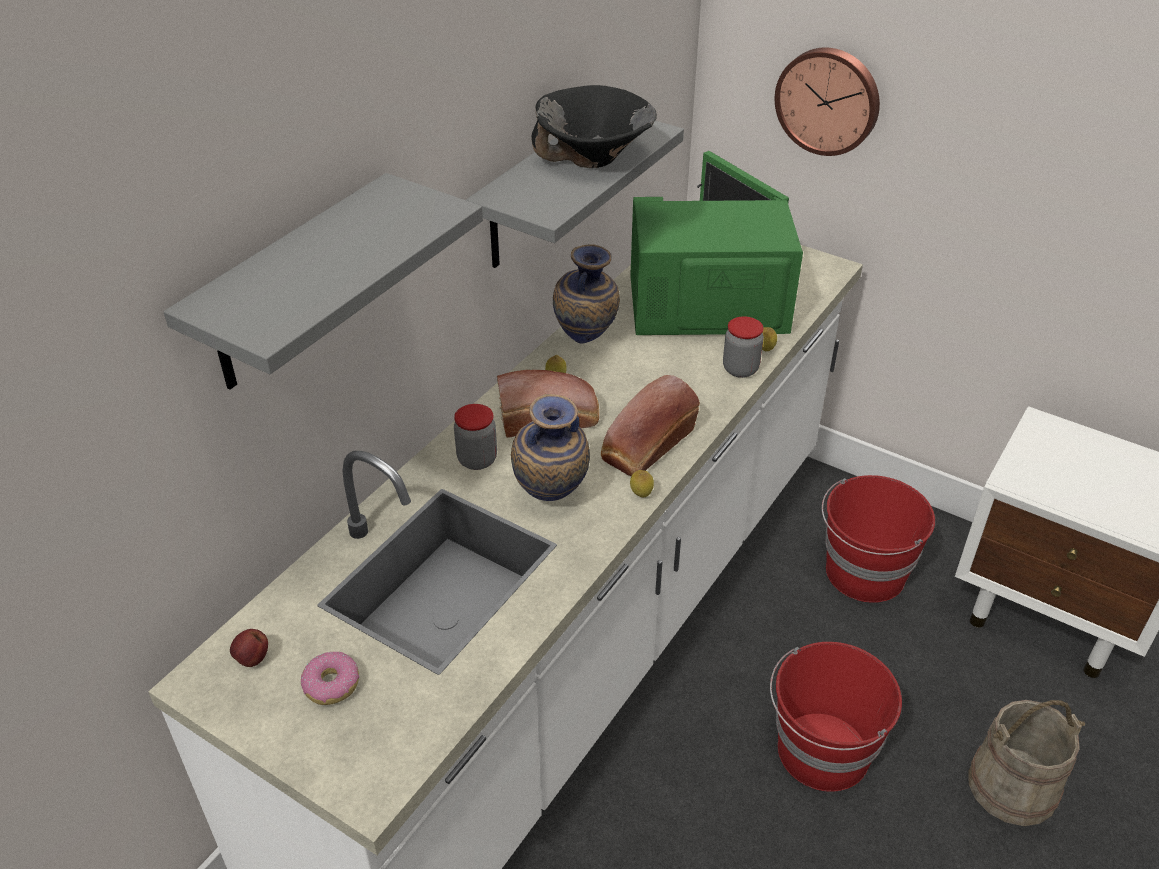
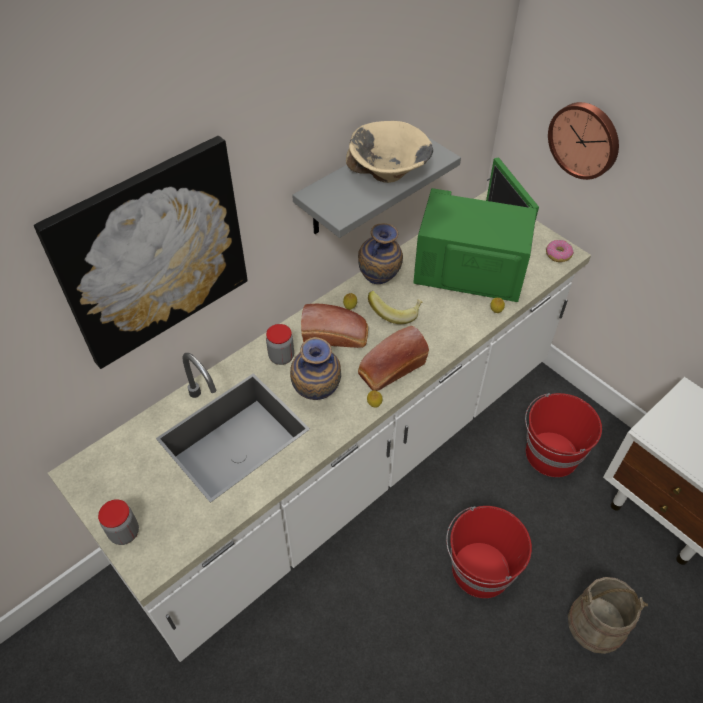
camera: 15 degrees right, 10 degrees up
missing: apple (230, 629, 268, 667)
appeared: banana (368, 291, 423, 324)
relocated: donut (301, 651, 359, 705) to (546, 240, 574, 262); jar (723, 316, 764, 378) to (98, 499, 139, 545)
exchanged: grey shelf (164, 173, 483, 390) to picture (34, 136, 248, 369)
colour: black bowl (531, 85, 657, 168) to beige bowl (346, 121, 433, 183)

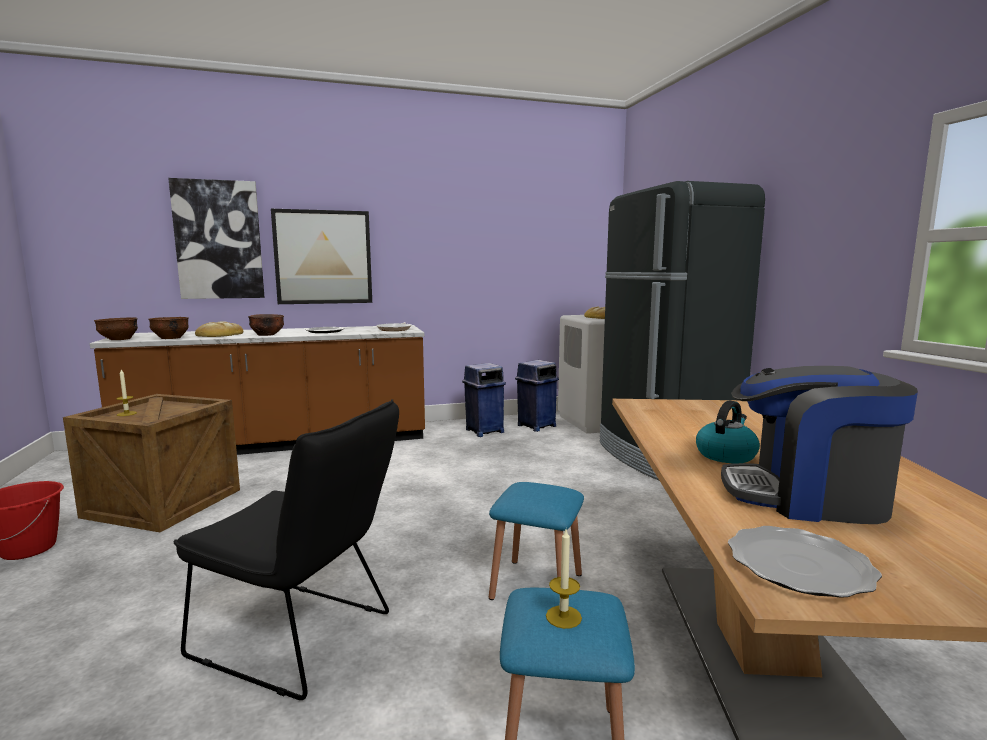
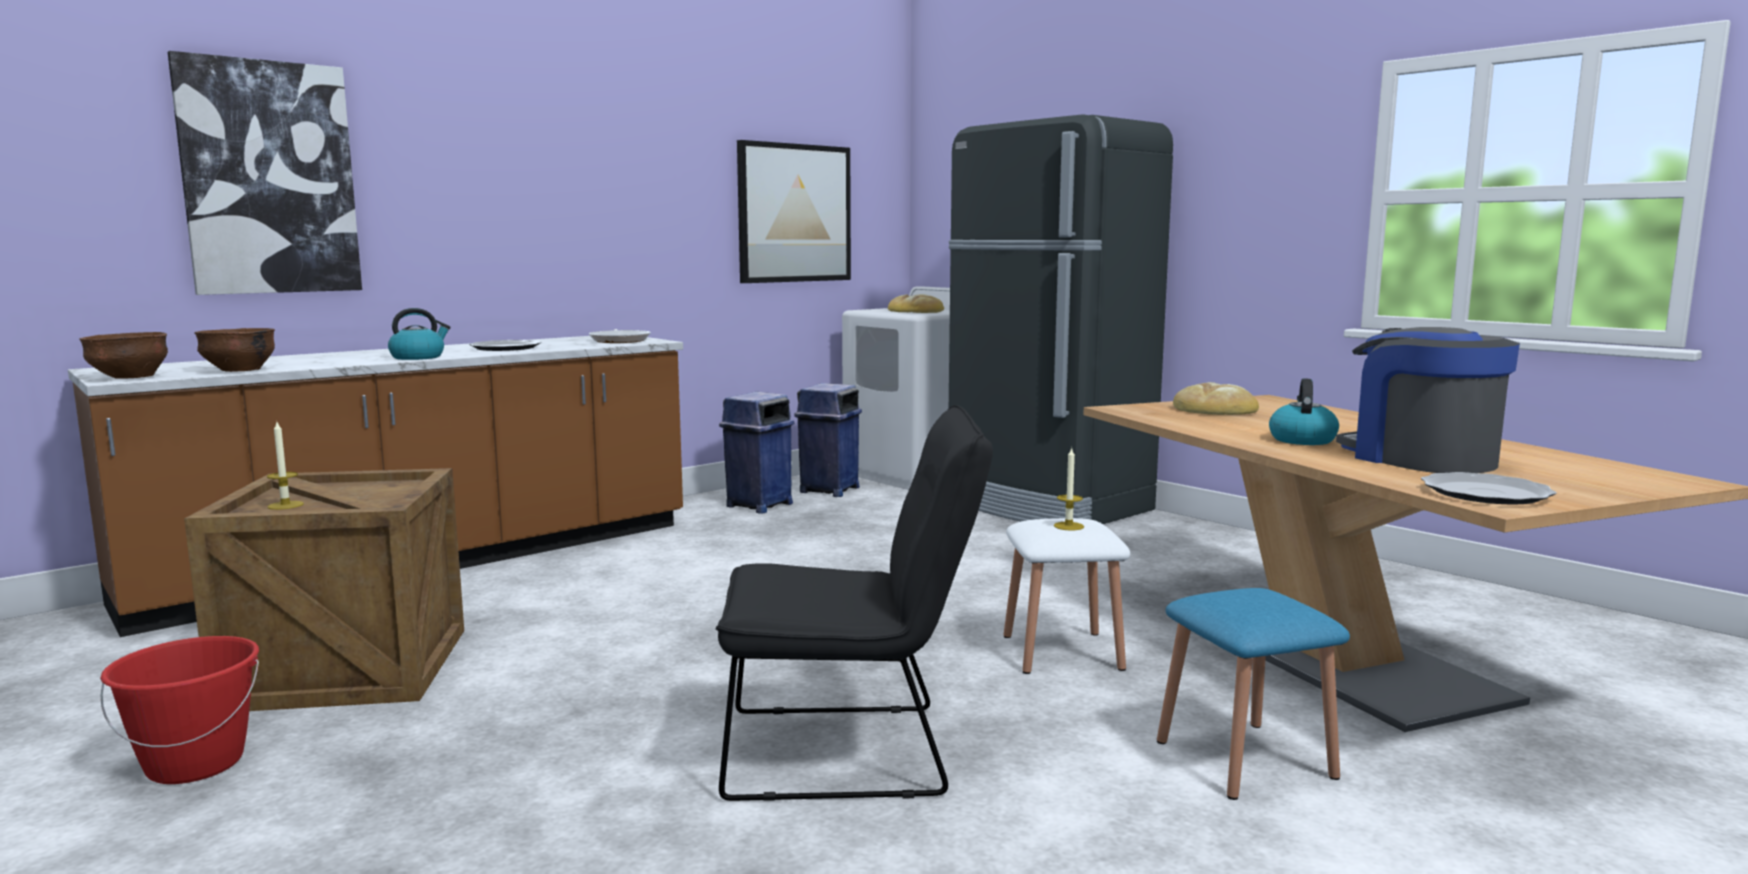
camera: 25 degrees left, 0 degrees up
relocated: bread (195, 321, 243, 337) to (1173, 382, 1259, 415); picture (271, 209, 372, 304) to (737, 140, 851, 283); candle (546, 529, 582, 629) to (1054, 447, 1084, 530)
exchanged: brown bowl (248, 314, 284, 336) to kettle (388, 308, 451, 360)
colour: blue stool (489, 482, 584, 600) to white stool (1003, 518, 1130, 674)
spun: coffee machine (721, 366, 918, 524) = (1336, 327, 1520, 473) 75 degrees clockwise

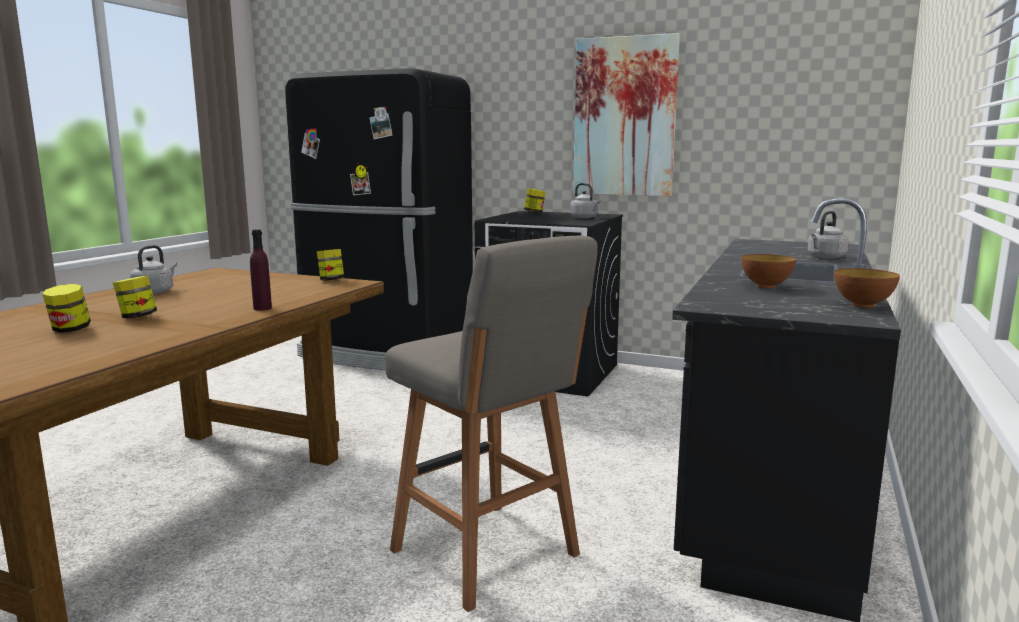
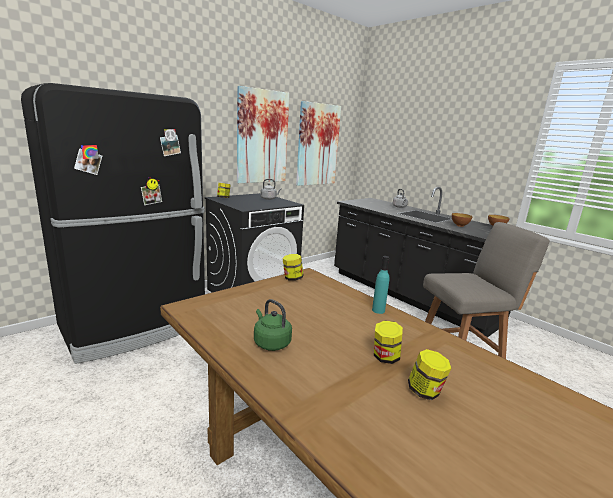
camera: 65 degrees left, 5 degrees up
appeared: picture (296, 101, 341, 186)
colour: grey kettle (130, 245, 177, 294) to green kettle (254, 299, 292, 351); purple bottle (250, 229, 272, 311) to turquoise bottle (372, 256, 389, 314)

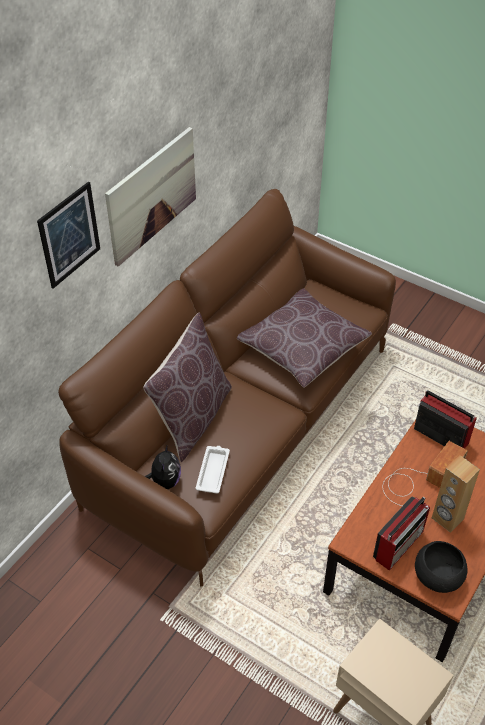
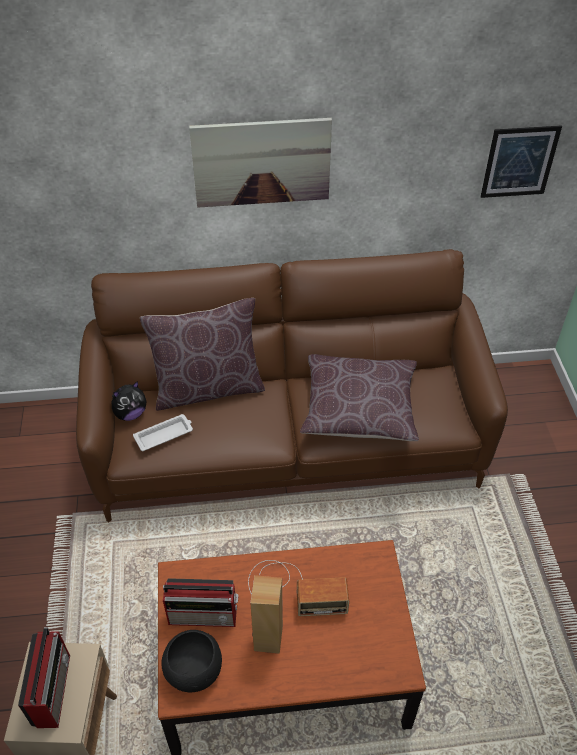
camera: 50 degrees right, 0 degrees up
relocated: picture (37, 182, 100, 289) to (480, 126, 562, 198); radio (414, 390, 477, 449) to (18, 627, 70, 728)

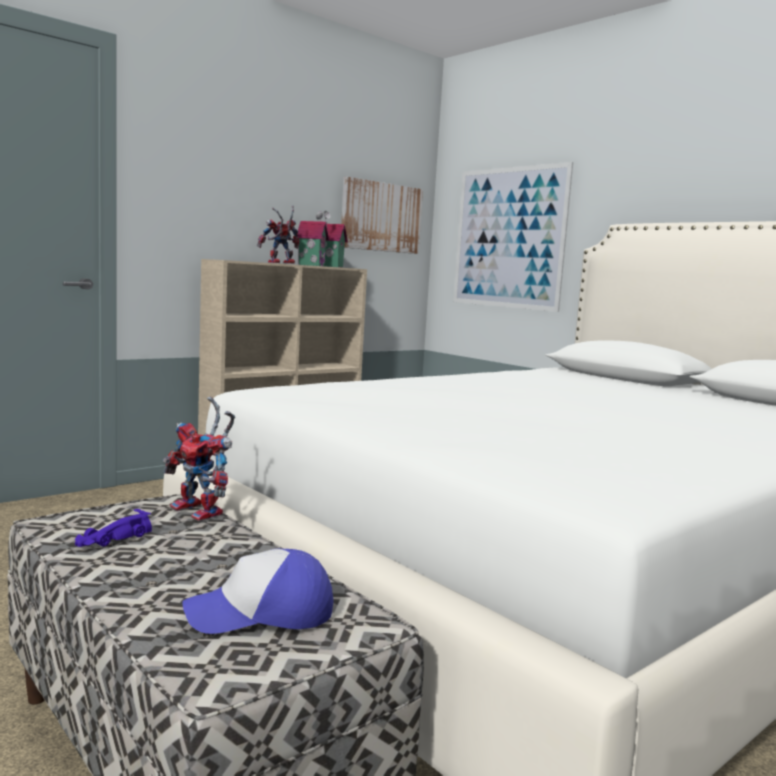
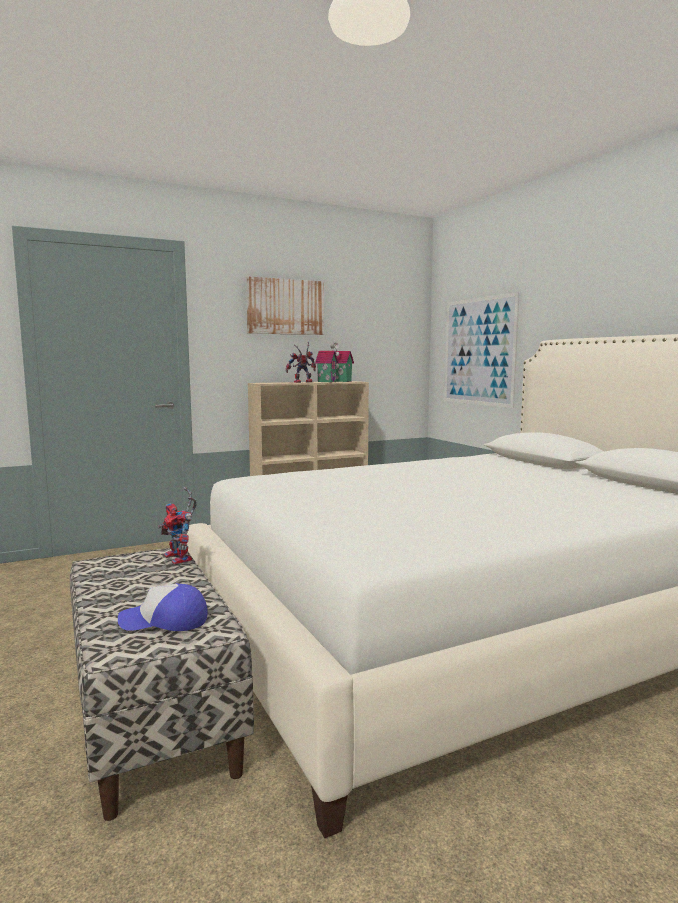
camera: 15 degrees right, 0 degrees up
missing: purple toy car (75, 509, 152, 547)
relocated: picture (341, 177, 423, 254) to (246, 276, 324, 335)

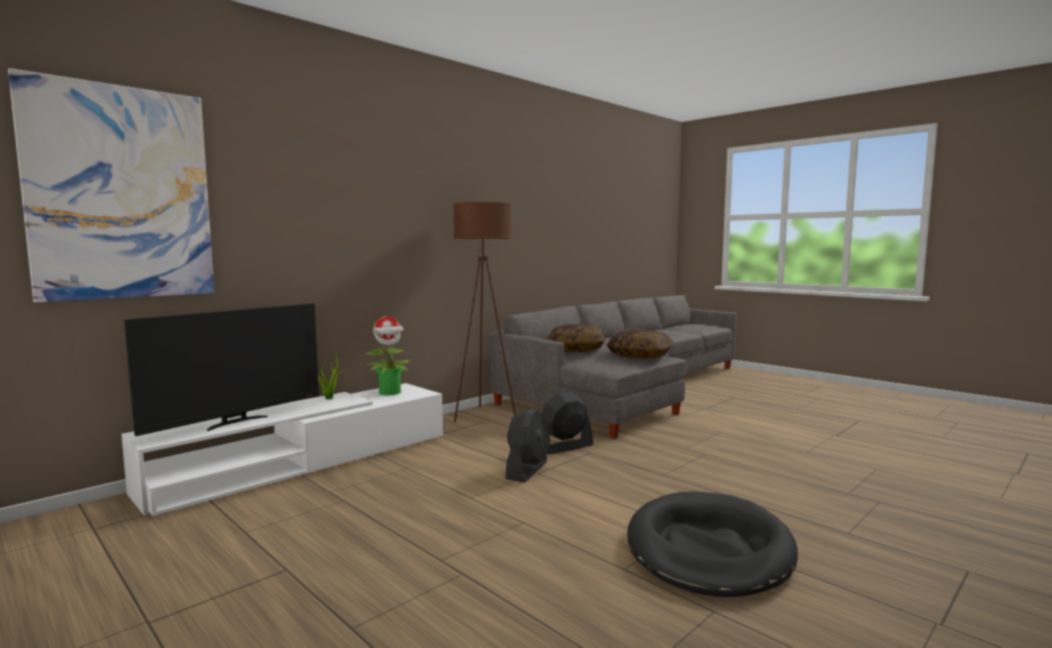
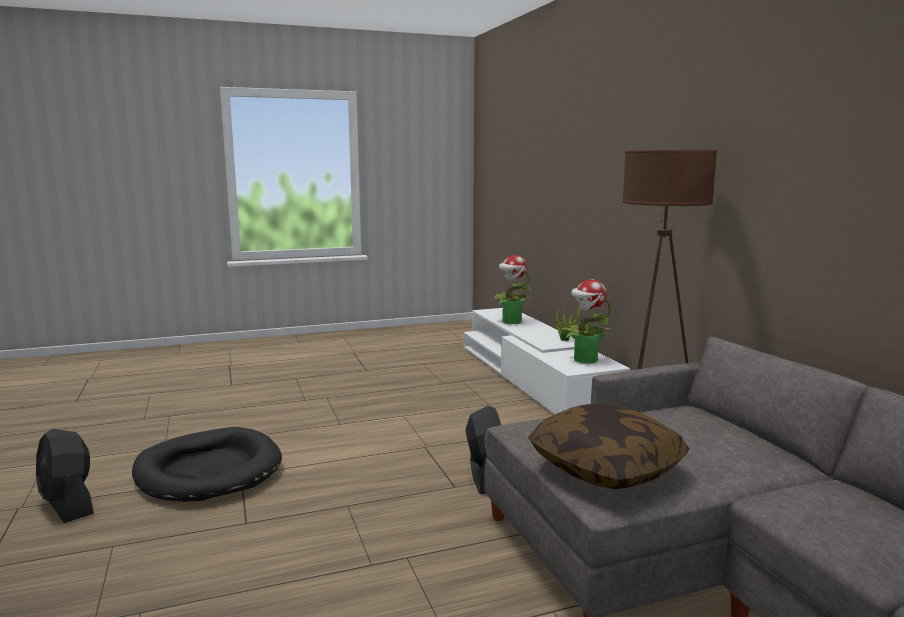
camera: 115 degrees right, 5 degrees up
missing: picture (8, 68, 214, 303); pillow (548, 324, 606, 352)
relocated: black fan (505, 408, 549, 482) to (36, 429, 94, 523)
exchanged: television (124, 303, 319, 436) to potted plant (491, 255, 533, 324)

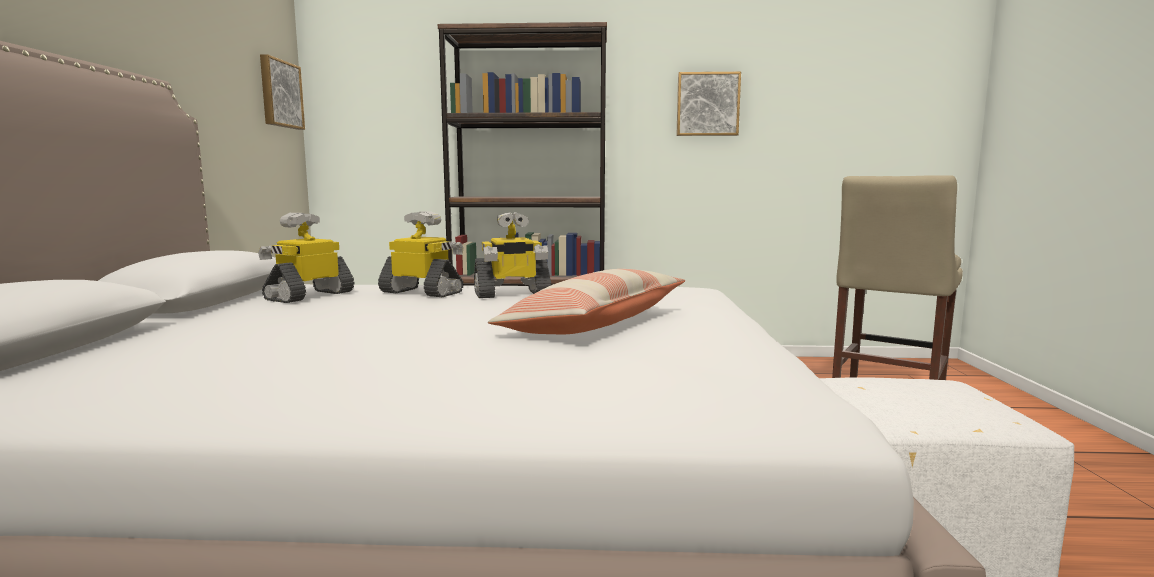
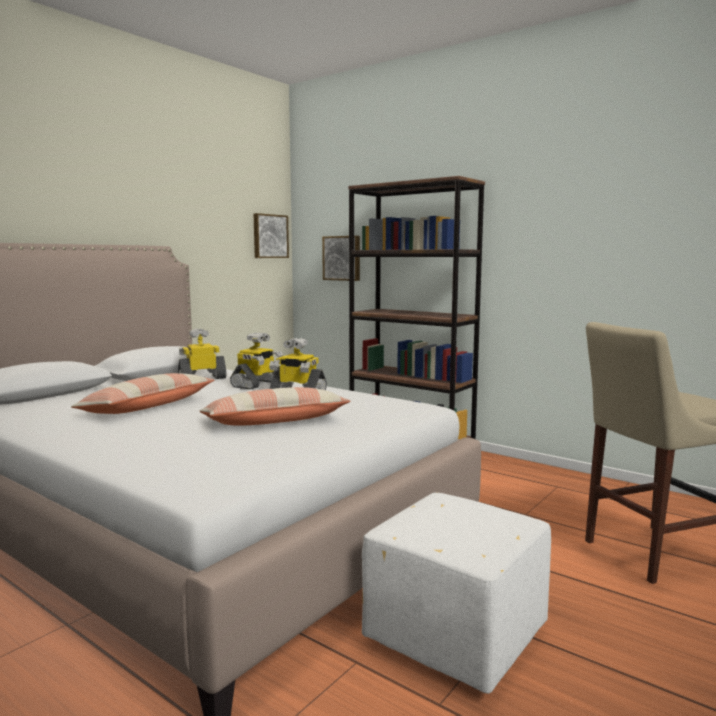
camera: 35 degrees right, 0 degrees up
appeared: pillow (71, 373, 214, 414)
relocated: picture (676, 72, 741, 136) to (322, 236, 360, 281)
spun: toy robot (378, 211, 464, 297) = (230, 333, 284, 390) 60 degrees clockwise

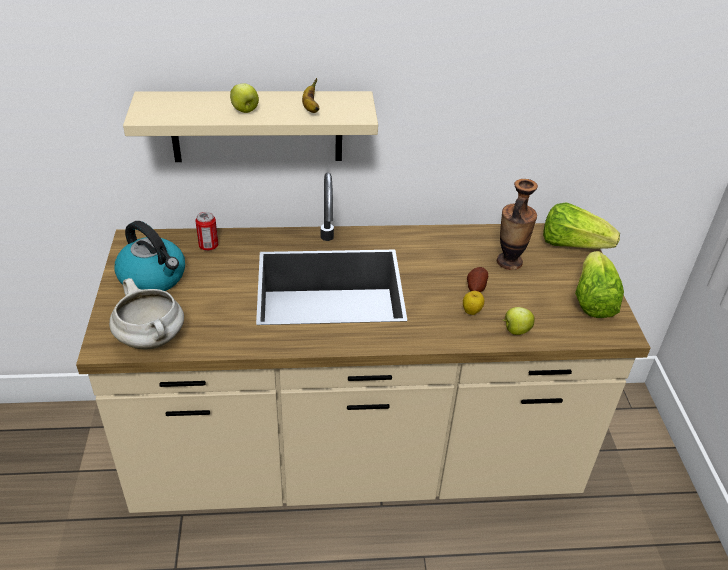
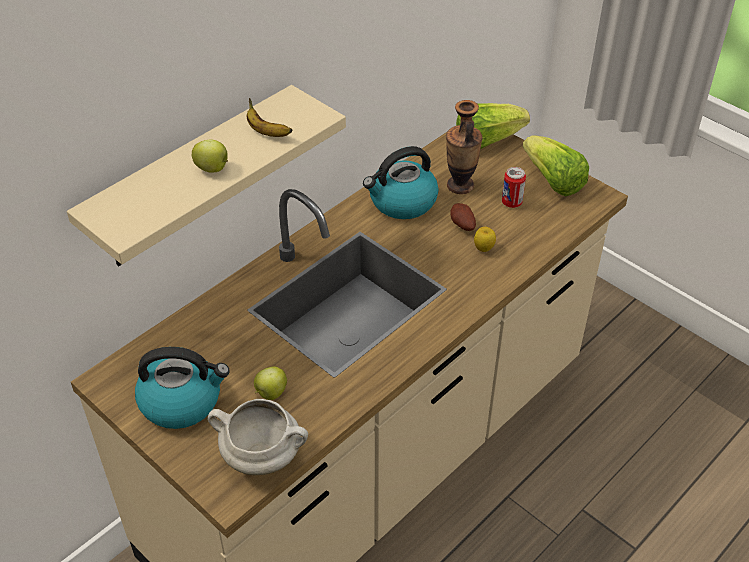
camera: 40 degrees left, 5 degrees up
appeared: kettle (363, 146, 439, 219)
relocated: can (195, 212, 218, 251) to (502, 167, 526, 208); apple (502, 307, 535, 335) to (254, 366, 287, 400)

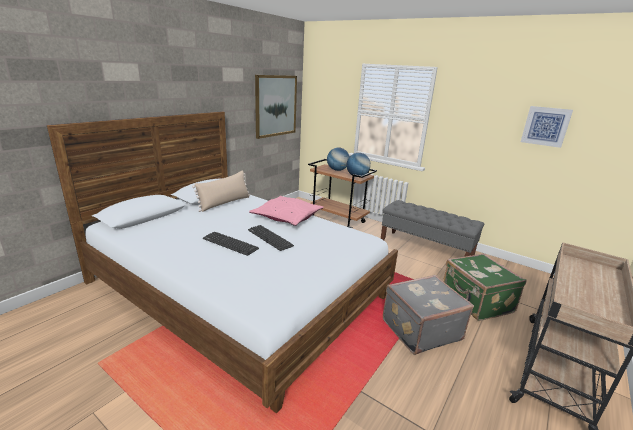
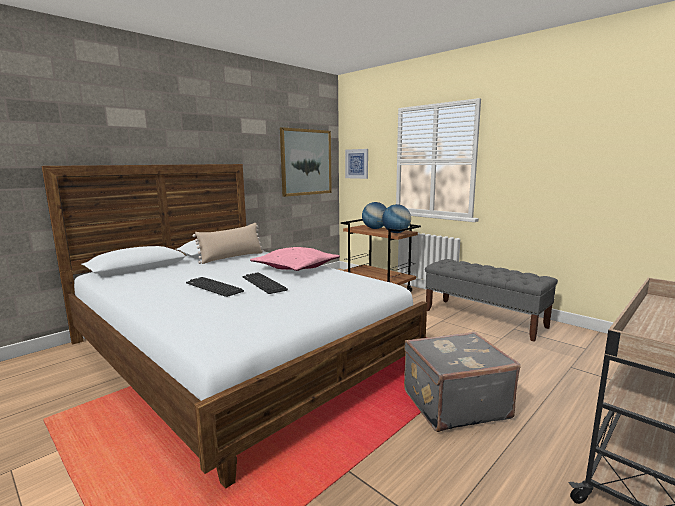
camera: 10 degrees right, 10 degrees down
missing: green suitcase (443, 254, 527, 321)
relocated: picture (521, 106, 573, 148) to (345, 149, 368, 179)

